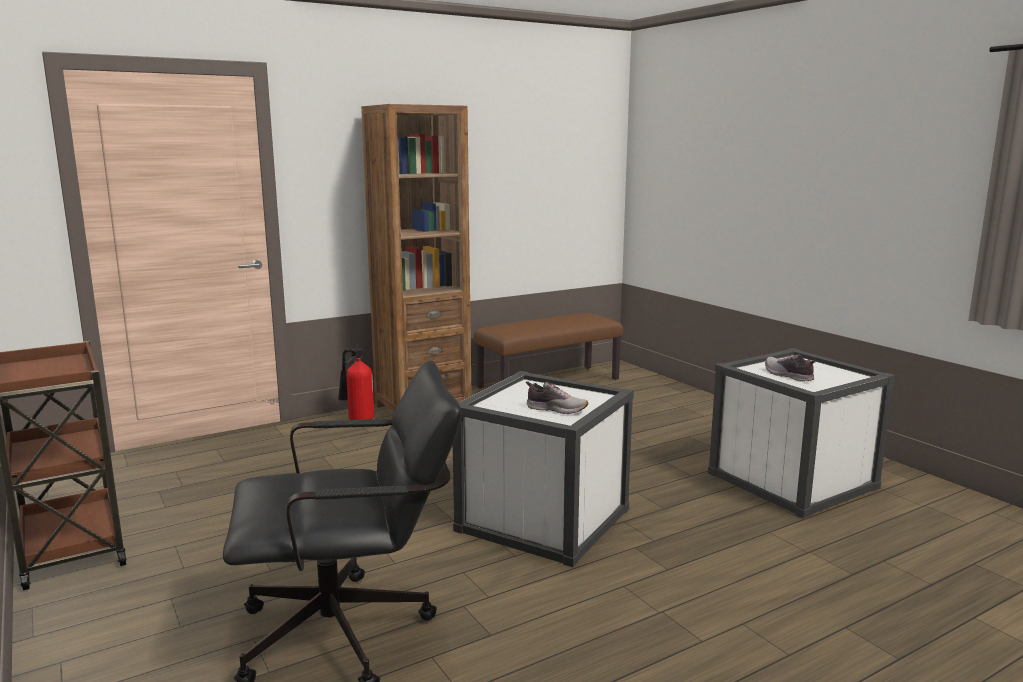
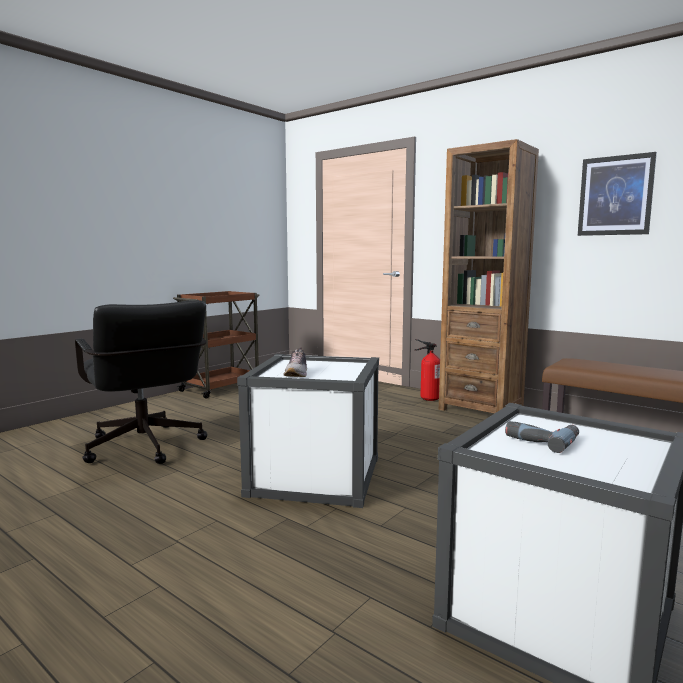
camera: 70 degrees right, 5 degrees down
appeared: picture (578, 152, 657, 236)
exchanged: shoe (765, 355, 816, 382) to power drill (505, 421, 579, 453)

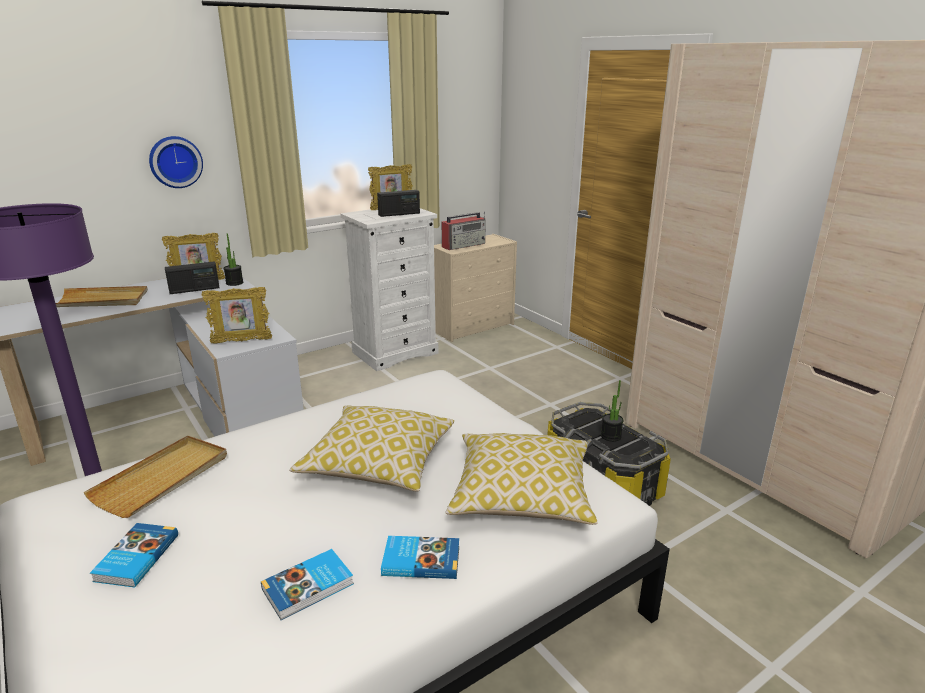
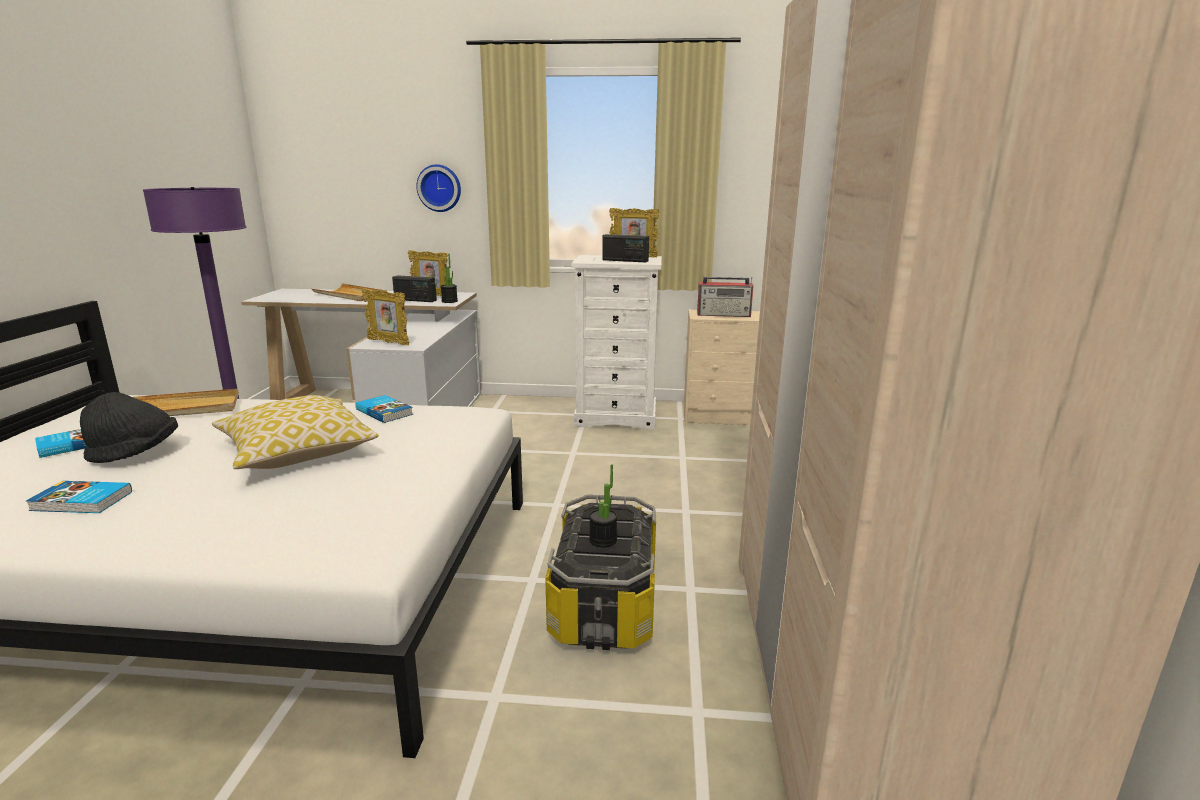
camera: 40 degrees right, 5 degrees down
missing: pillow (445, 433, 598, 525)
appeared: black hat (80, 392, 178, 463)
relocated: book (381, 536, 459, 579) to (355, 395, 413, 423)

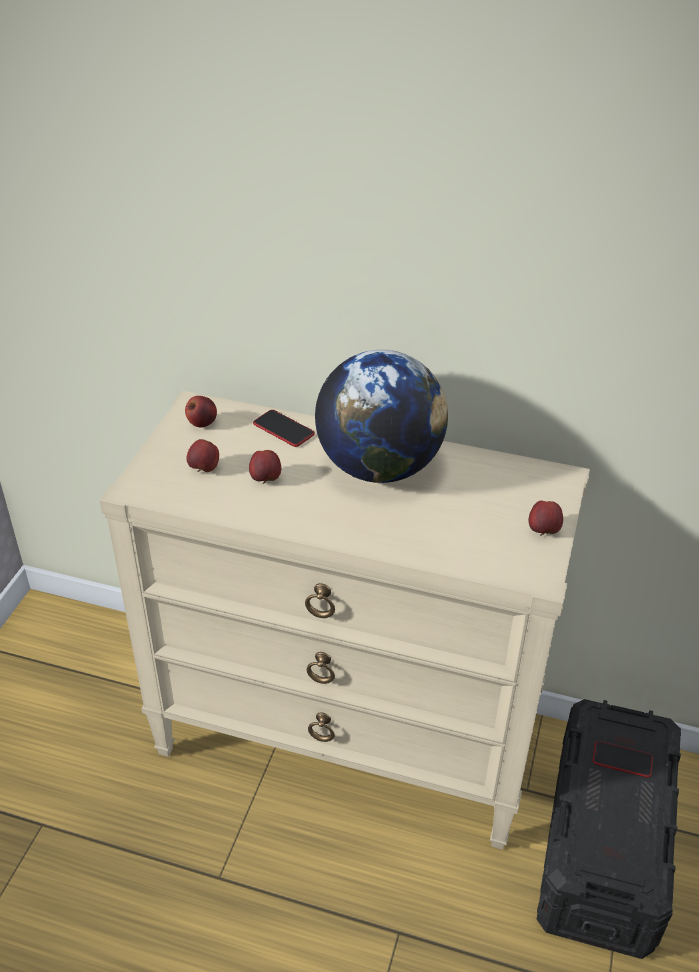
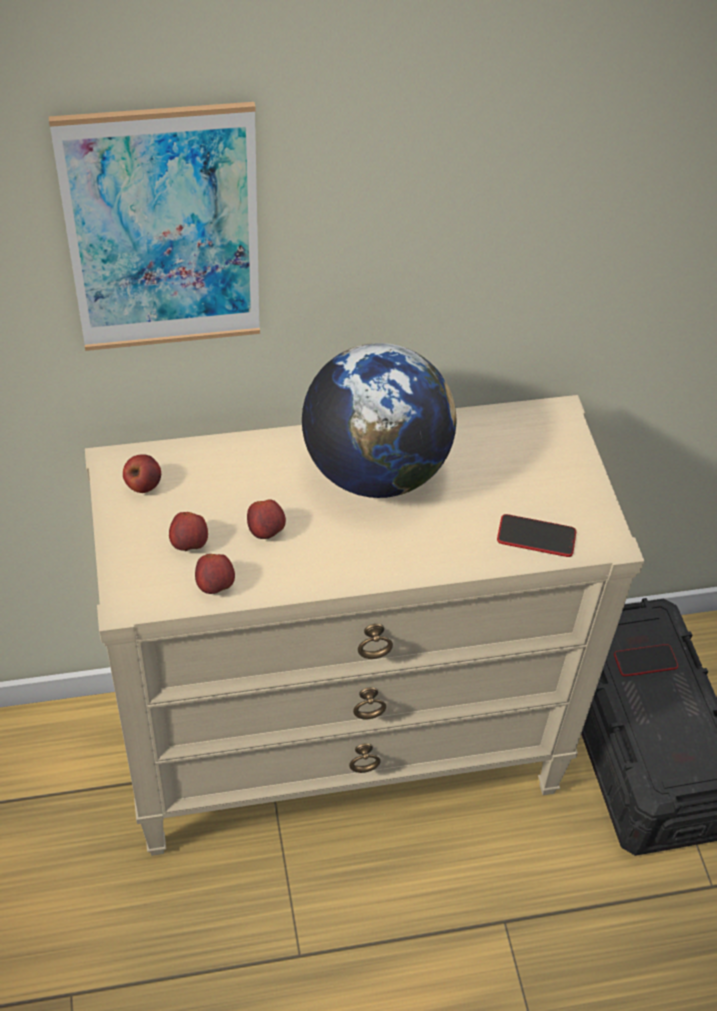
camera: 30 degrees left, 10 degrees up
appeared: picture (49, 102, 260, 351)
relocated: phone (253, 410, 315, 447) to (497, 514, 576, 557); apple (529, 500, 563, 535) to (195, 554, 235, 594)

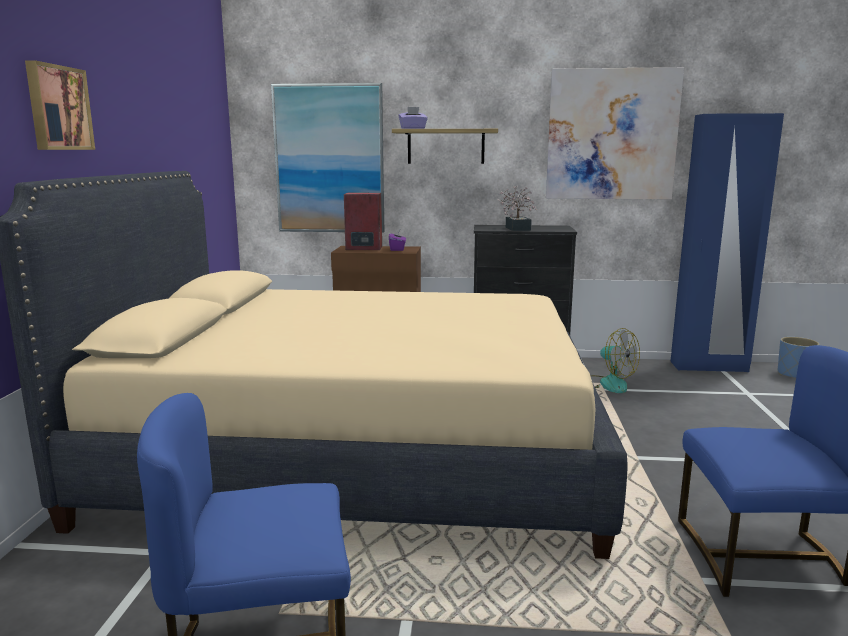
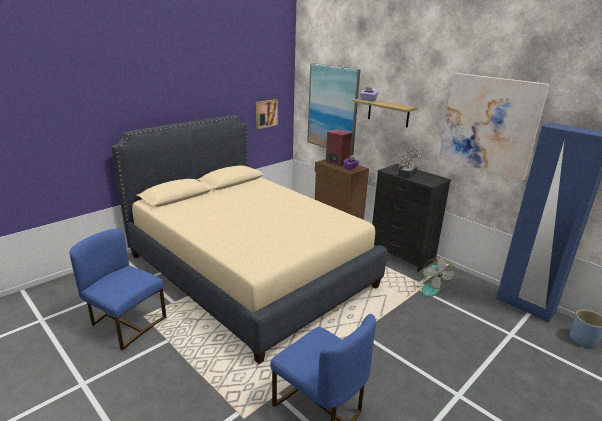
camera: 40 degrees right, 10 degrees up
relocated: picture (25, 60, 95, 150) to (256, 99, 278, 129)

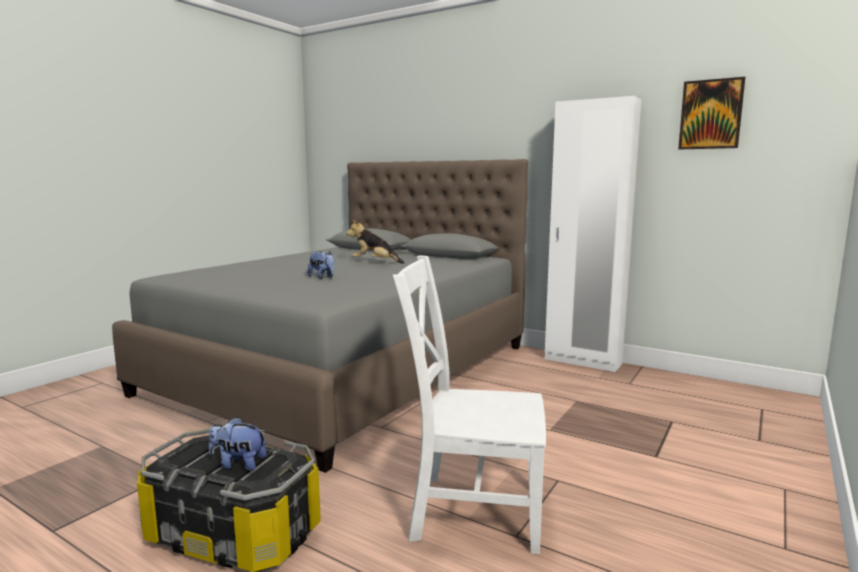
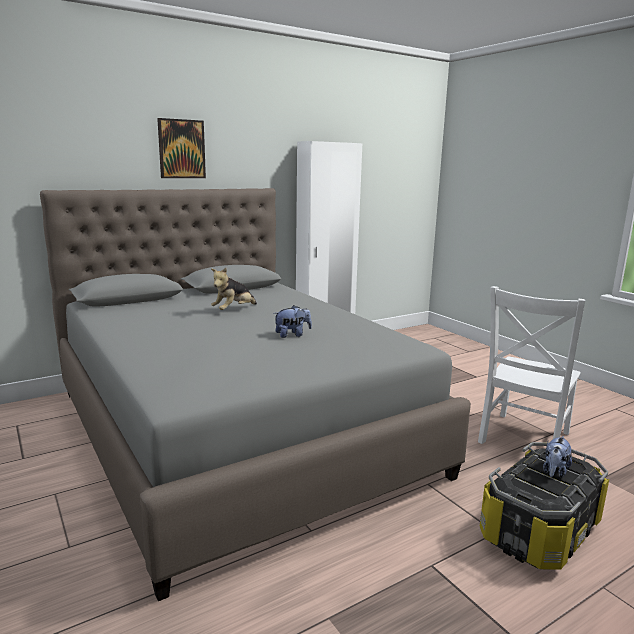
camera: 65 degrees left, 5 degrees up
relocated: picture (678, 77, 745, 150) to (157, 118, 206, 178)

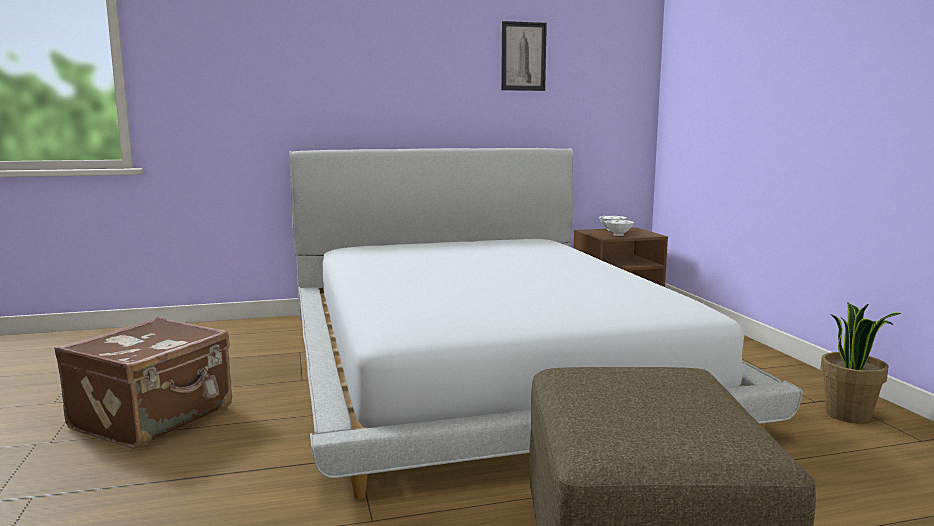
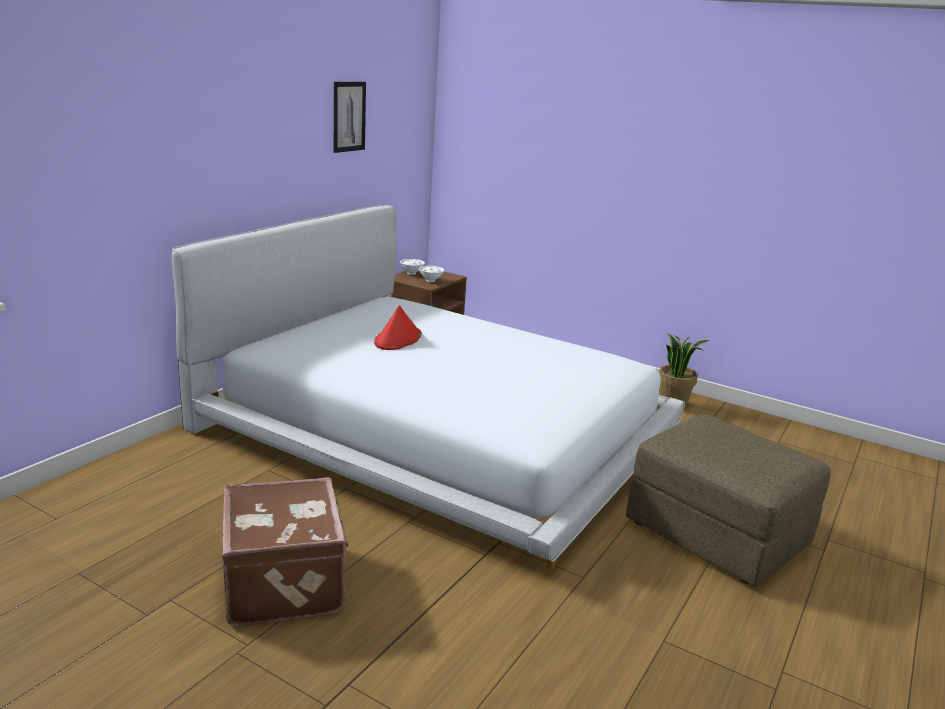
camera: 45 degrees left, 10 degrees up
appeared: red hat (374, 305, 422, 350)

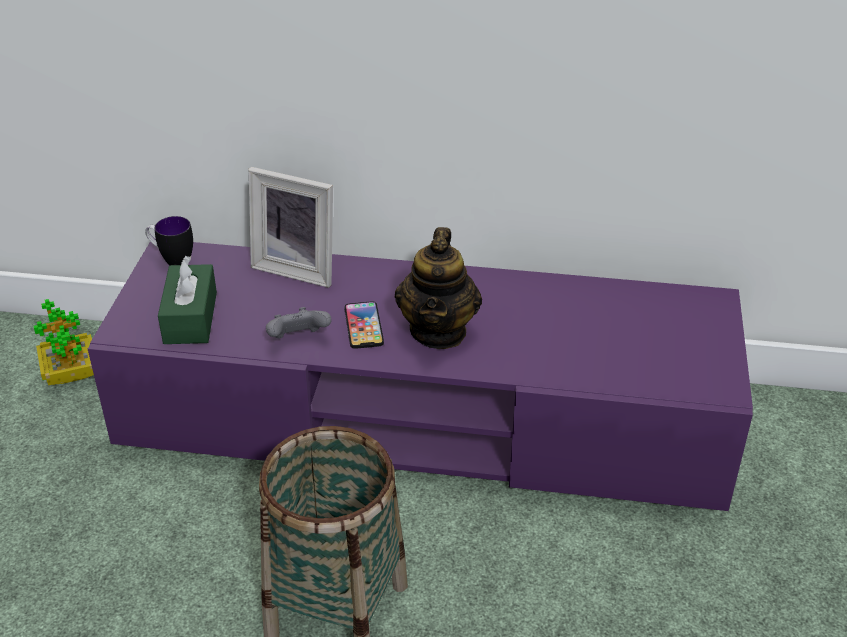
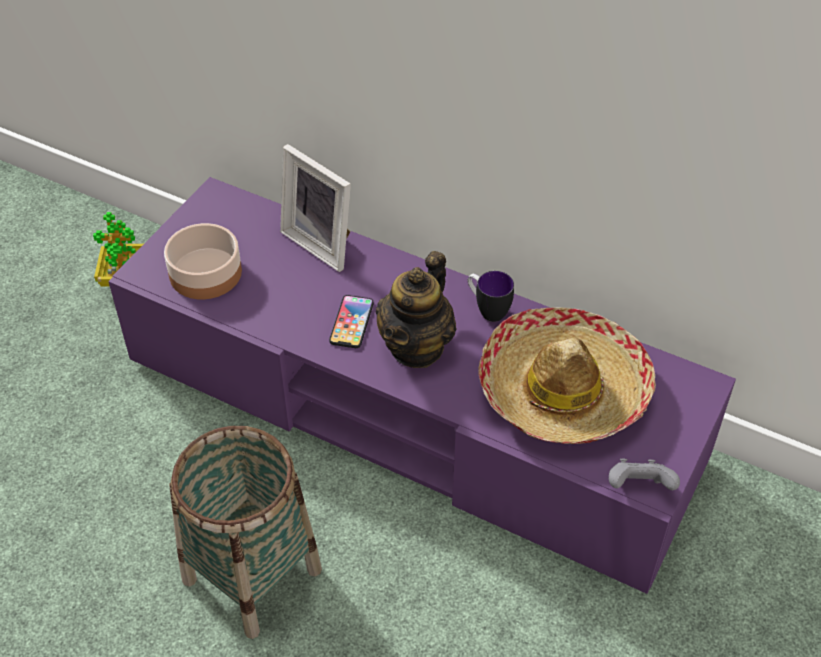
camera: 20 degrees right, 10 degrees up
appeared: hat (479, 307, 656, 444)
relocated: mug (145, 216, 193, 265) to (468, 271, 514, 322); grey game controller (266, 307, 332, 339) to (609, 459, 680, 490)
exchanged: green tissue box (158, 256, 217, 344) to bowl (164, 223, 242, 299)

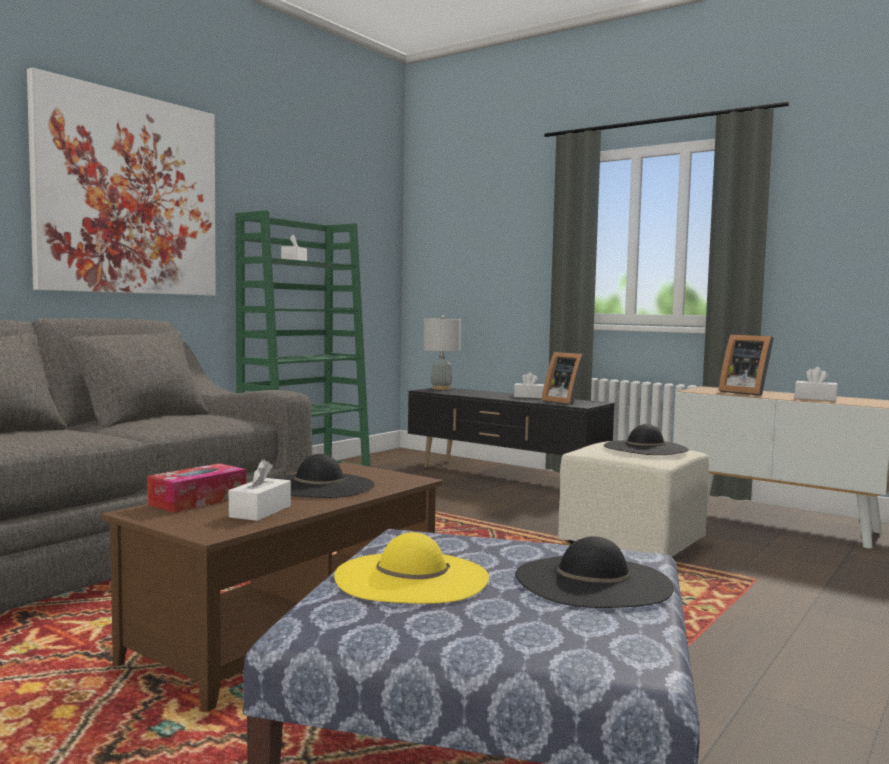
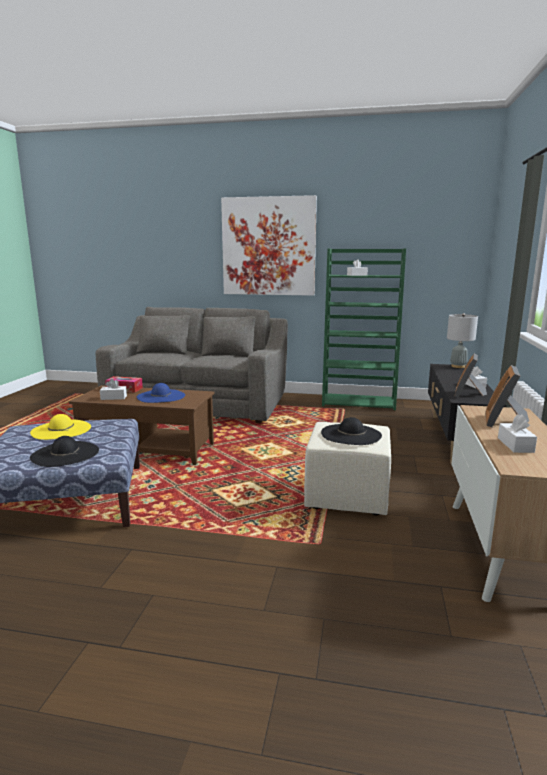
camera: 65 degrees right, 10 degrees up
colour: black hat (273, 454, 375, 498) to blue hat (137, 383, 185, 403)

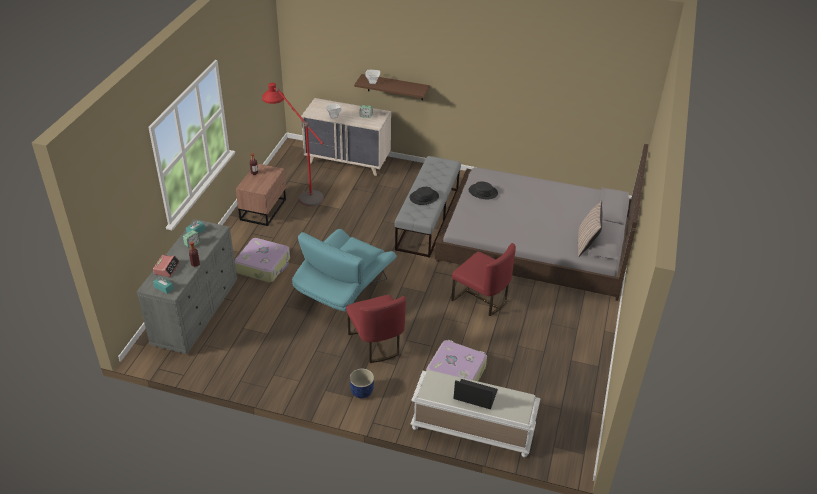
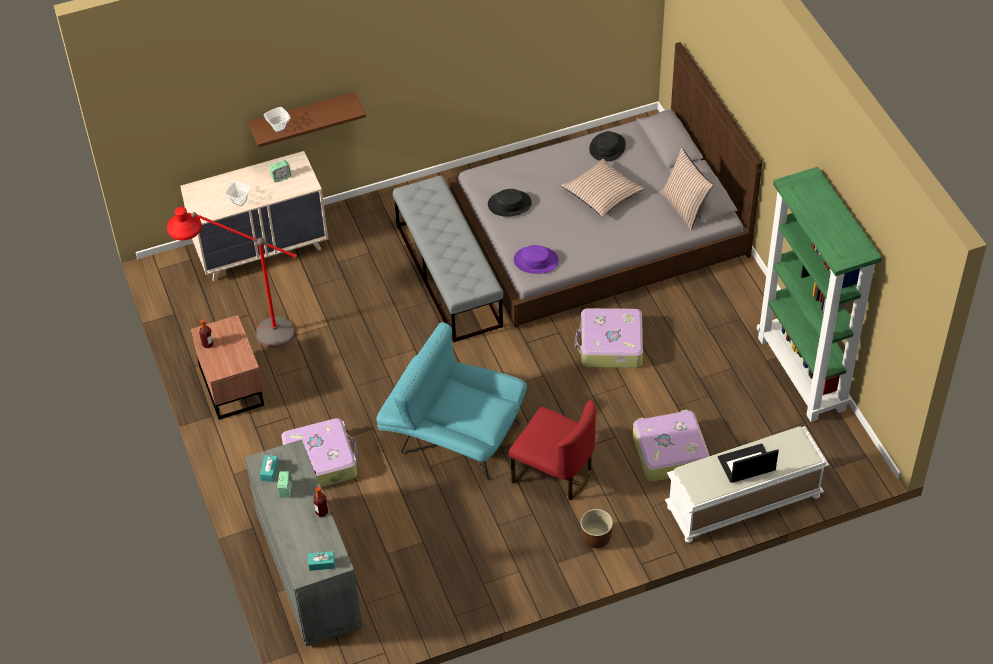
camera: 35 degrees left, 10 degrees up
missing: alarm clock (153, 255, 180, 277)
appeared: purple hat (514, 245, 559, 274); pillow (561, 159, 644, 217); green bookcase (757, 167, 882, 422)
relocated: black hat (409, 187, 439, 205) to (589, 131, 626, 162)
exchanged: red chair (451, 243, 516, 316) to suitcase (575, 308, 643, 368)
colour: blue planter (350, 368, 374, 398) to brown planter (580, 509, 613, 548)
spun: turquoise armchair (292, 229, 396, 311) = (376, 322, 527, 479) 120 degrees clockwise

